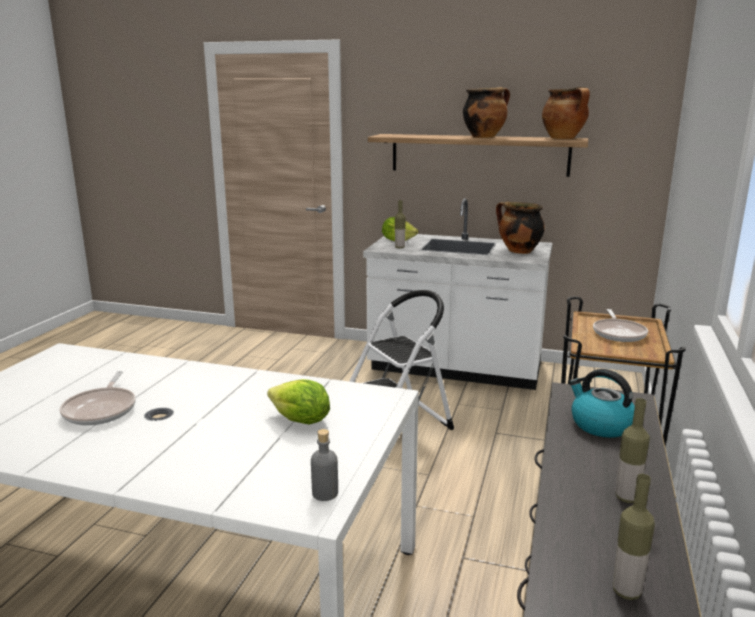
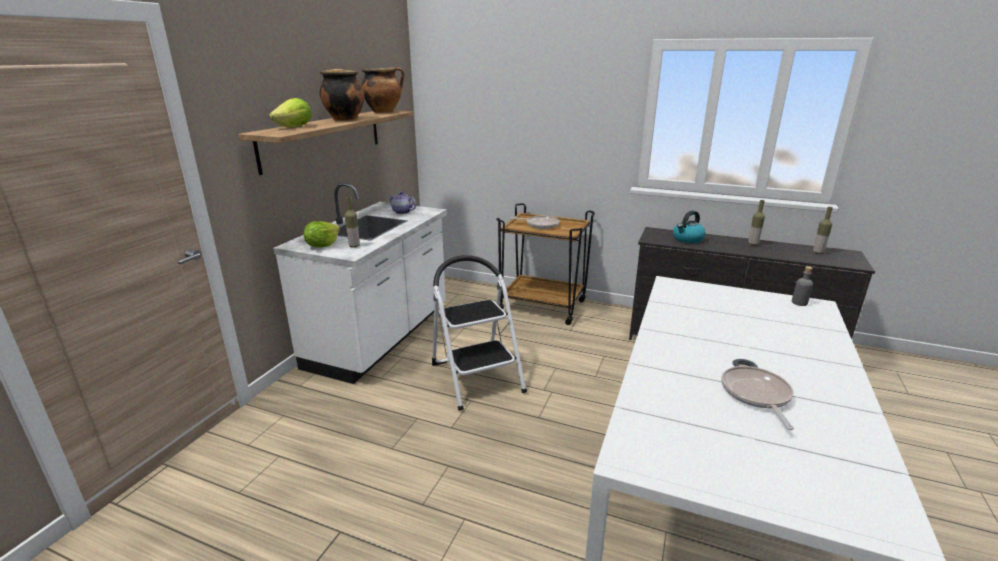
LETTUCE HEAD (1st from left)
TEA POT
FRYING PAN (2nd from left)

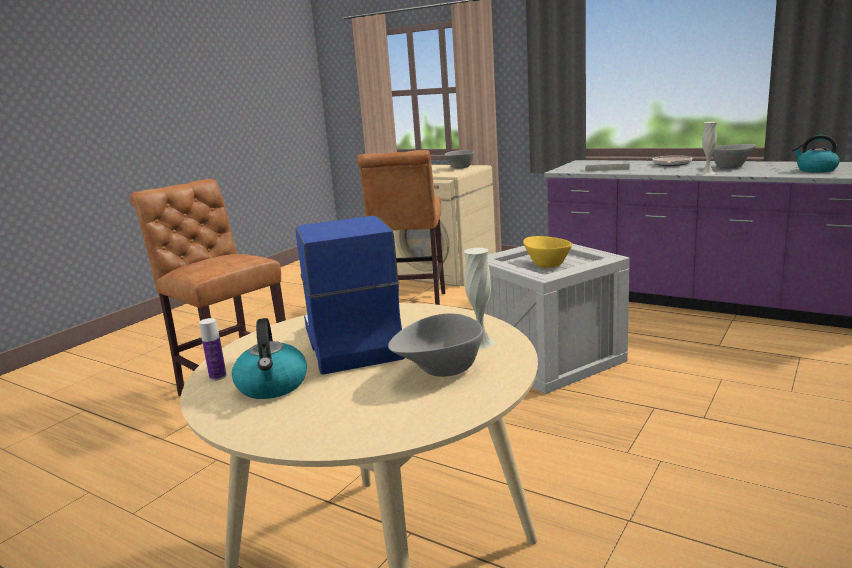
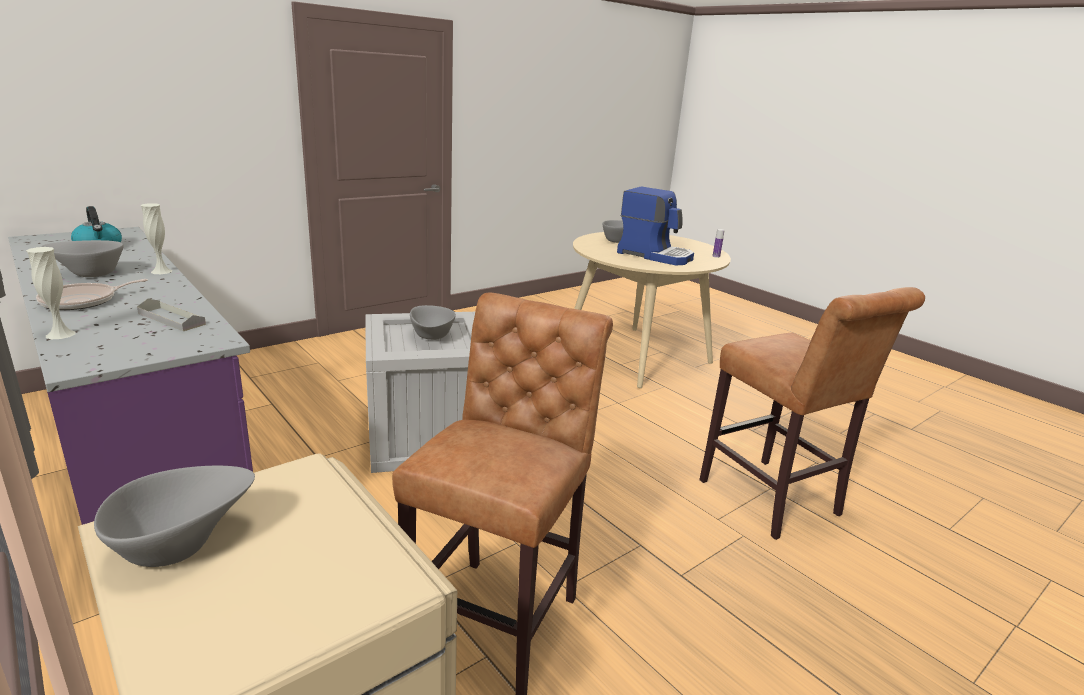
TEA KETTLE (1st from left in the first image)
WHITE VASE (1st from left)
GRAY DEEP DISH (3rd from left)
COFFEE MAKER

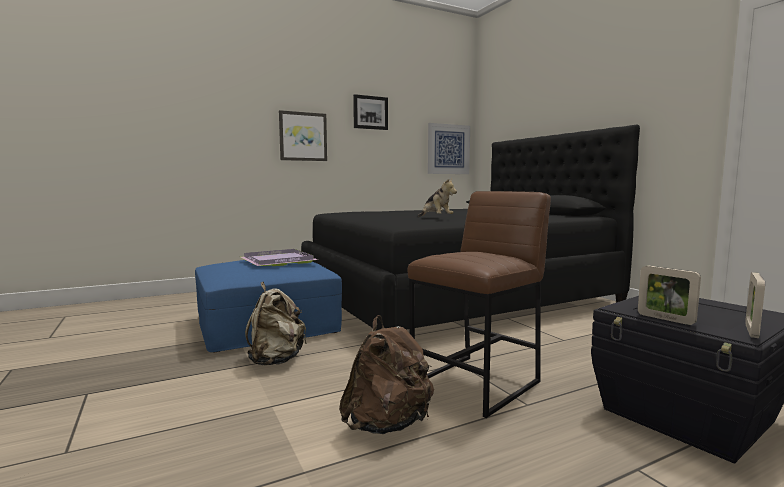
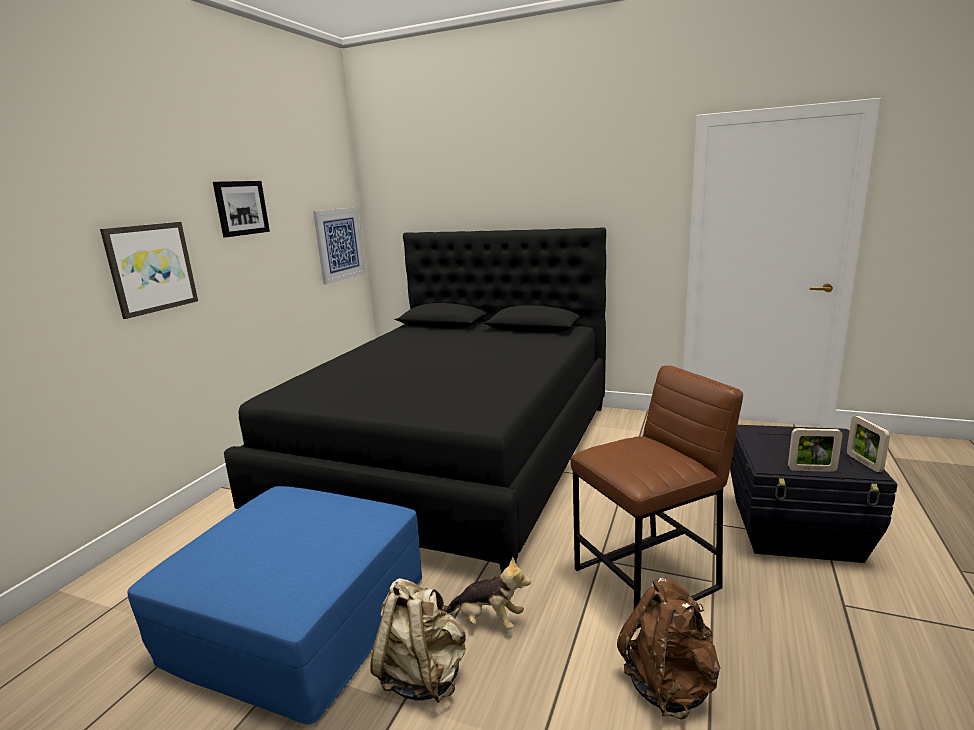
PURPLE-COLOURED CARRYING TRAY
SOFT TOY
BROWNISH UPRIGHT CHAIR

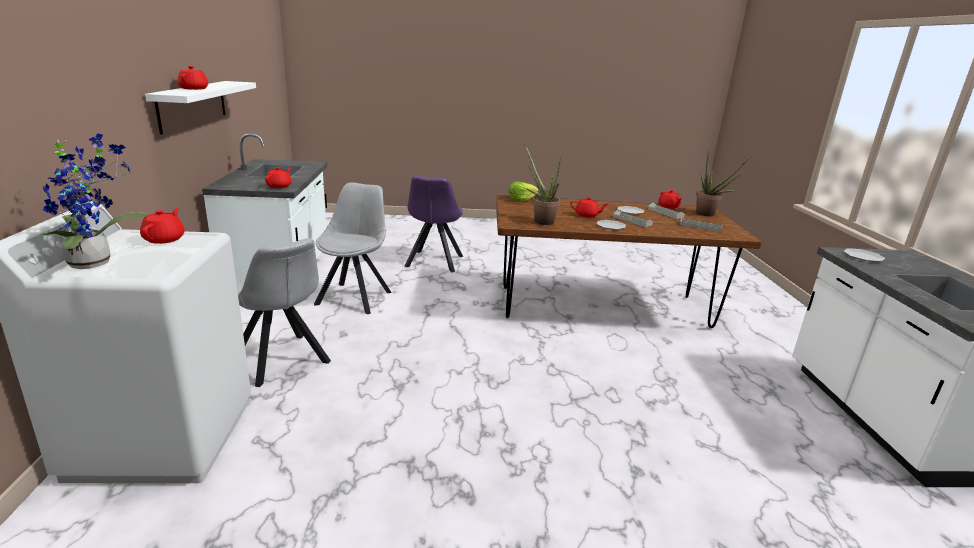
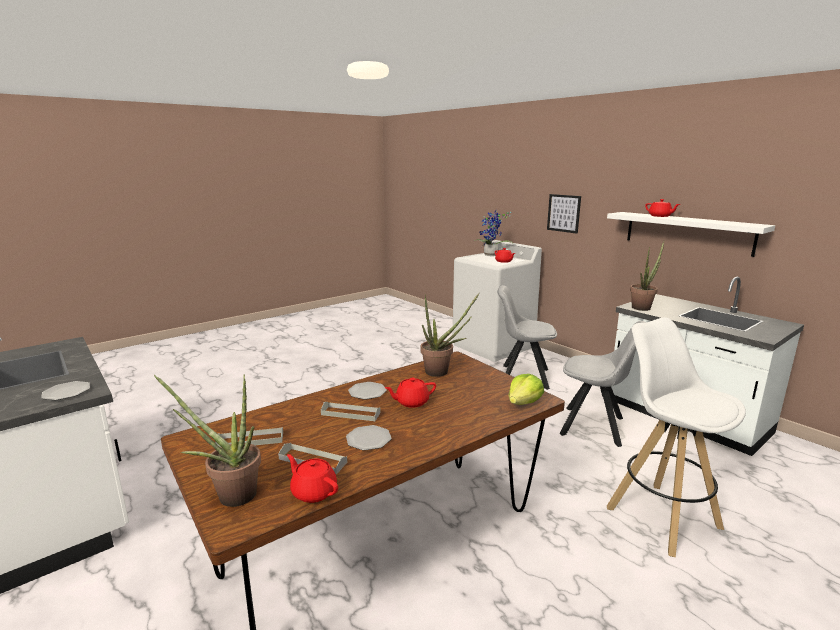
WALL PICTURE
HOUSEPLANT (4th from left)
WHITE STOOL SEAT
GRAY UPRIGHT CHAIR (2nd from left)

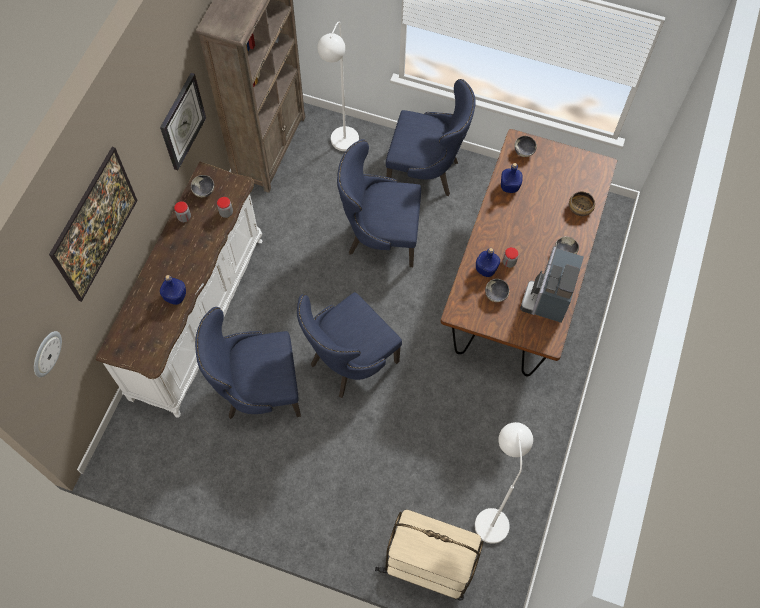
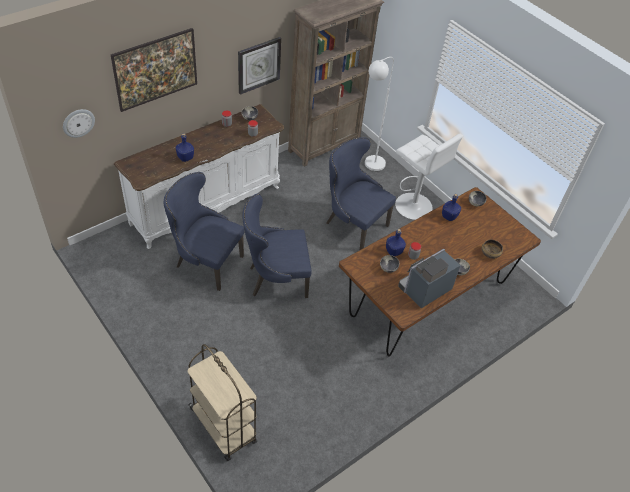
WHITE FLOOR LAMP (2nd from left in the first image)
WHITE STOOL SEAT

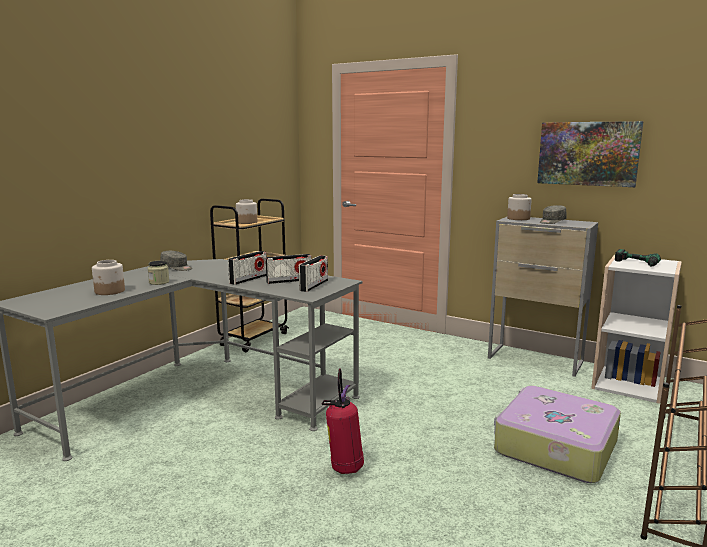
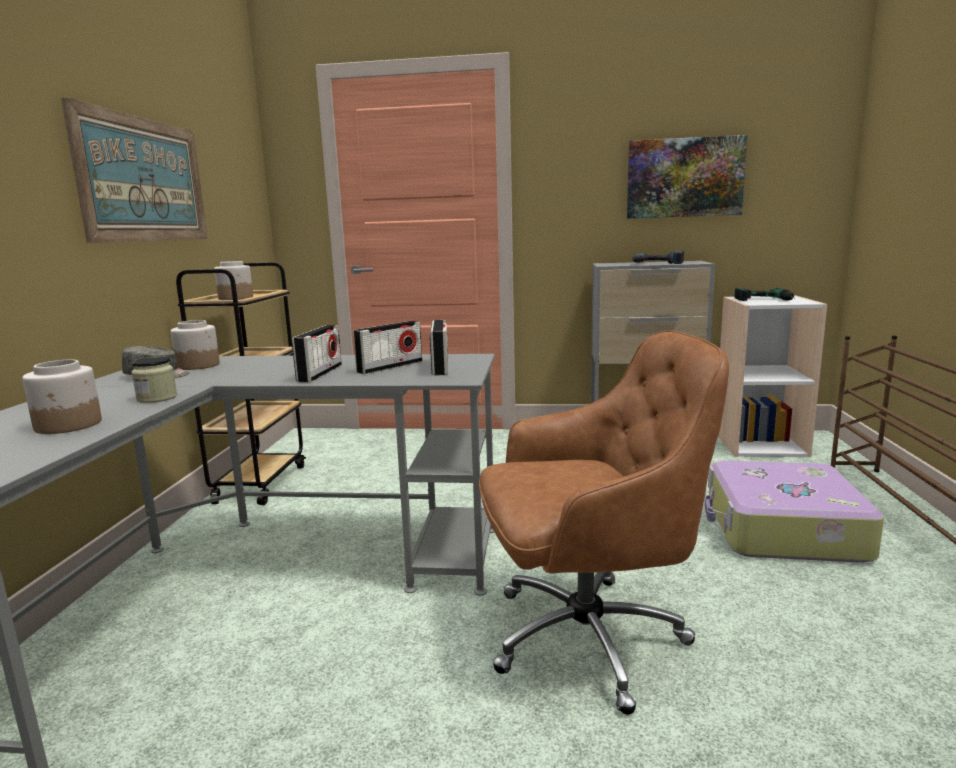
WALL PICTURE (1st from left)
STORAGE JAR (3rd from left)
BROWNISH OFFICE CHAIR
DRILL (1st from left)

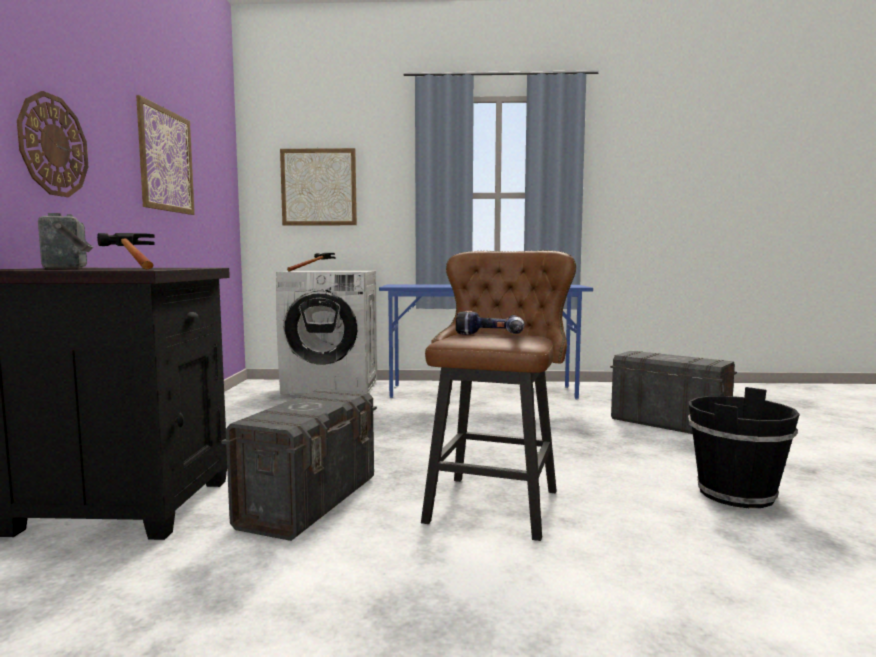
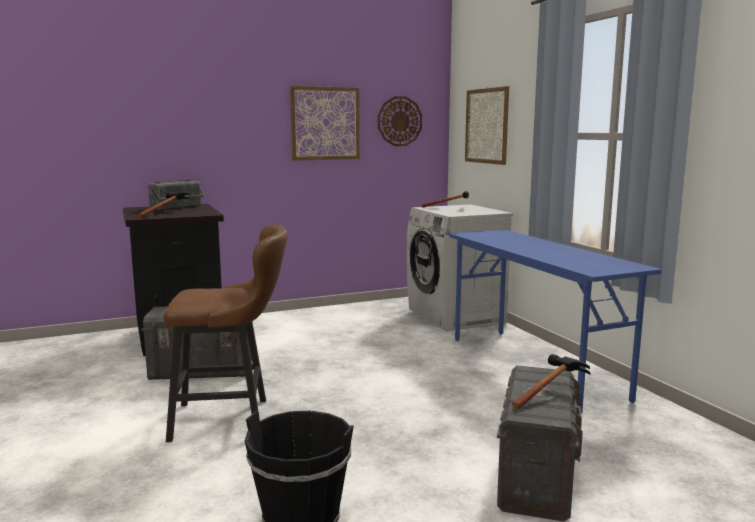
DRILL
TOOL HAMMER (3rd from left)
CLOCK ON THE WALL

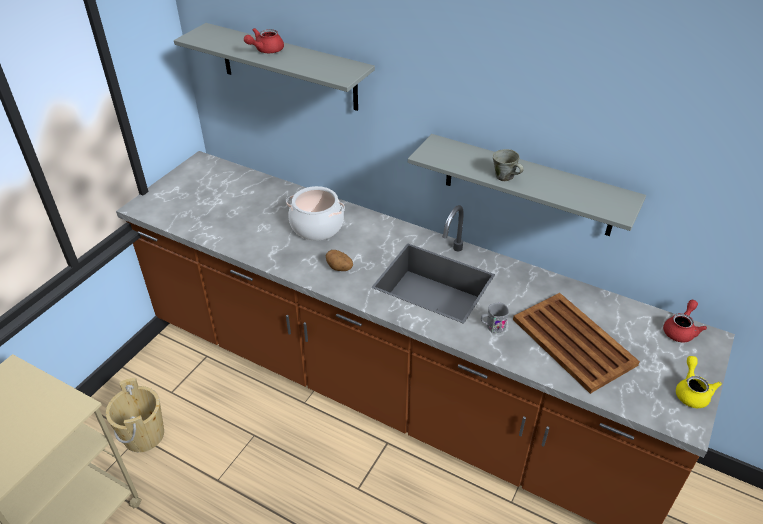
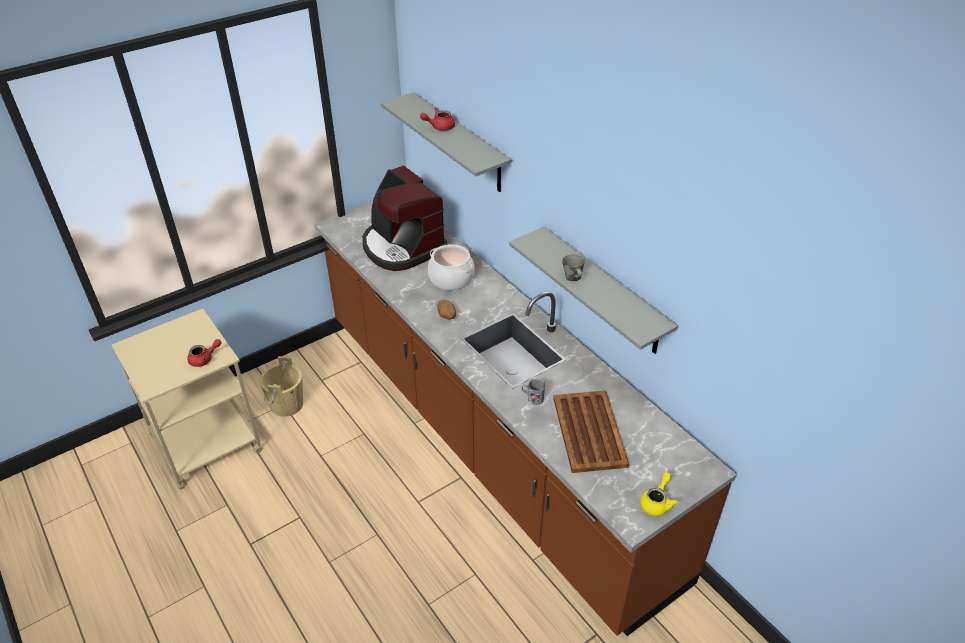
COFFEE MAKER
REDDISH TEA POT (1st from left)

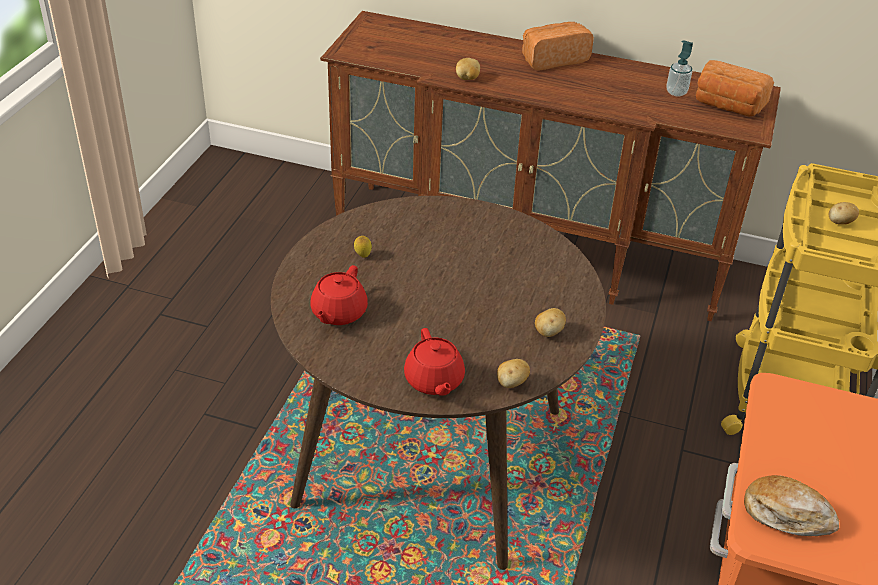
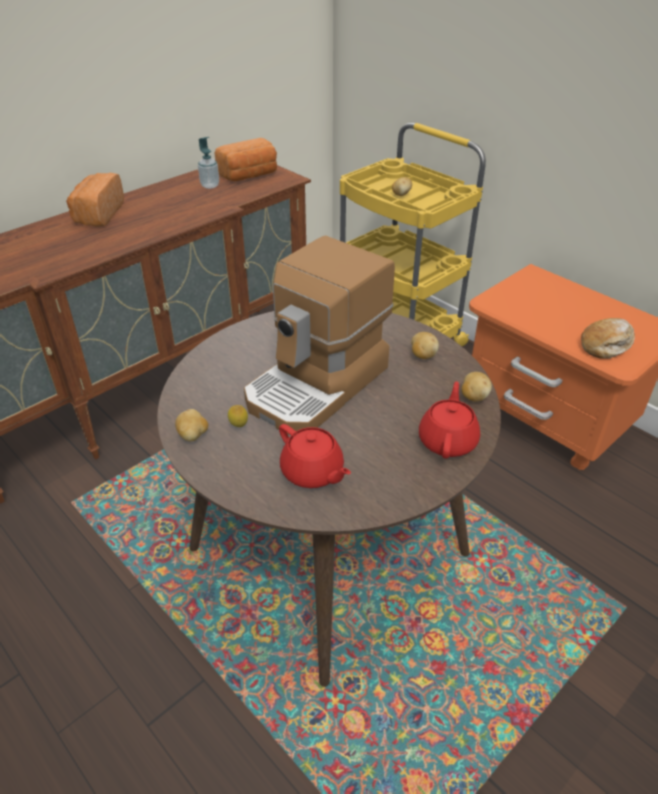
COFFEE MAKER
WHOLE POTATO (1st from left)
REDDISH TEA POT (2nd from left)

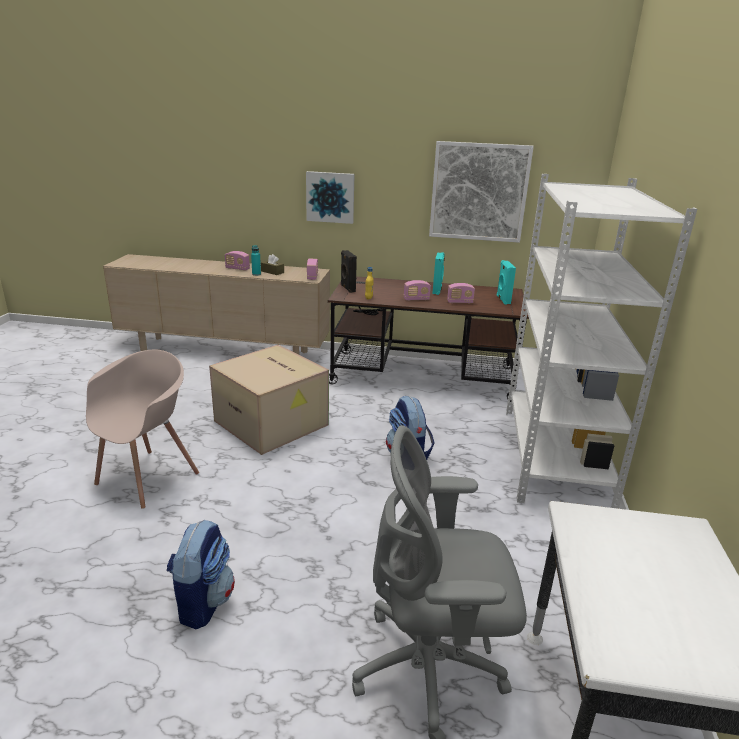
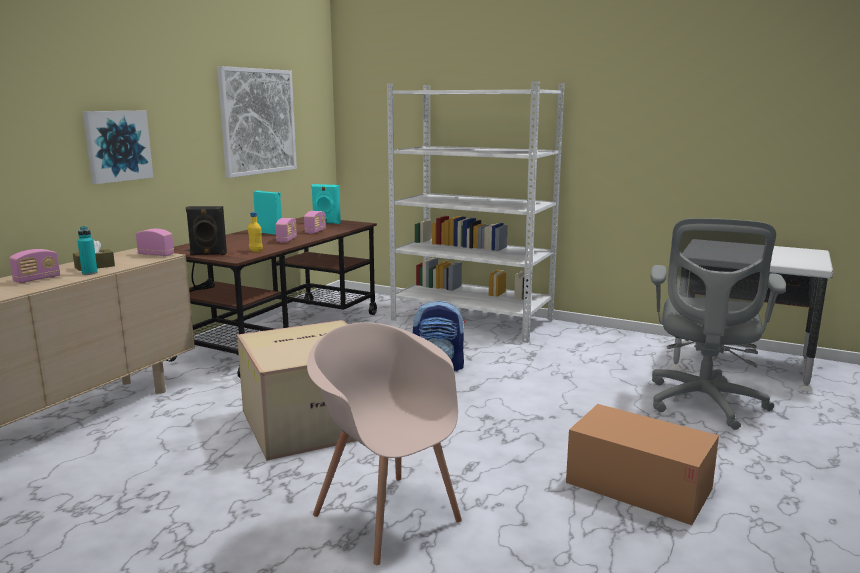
PACKING BOX (2nd from left)

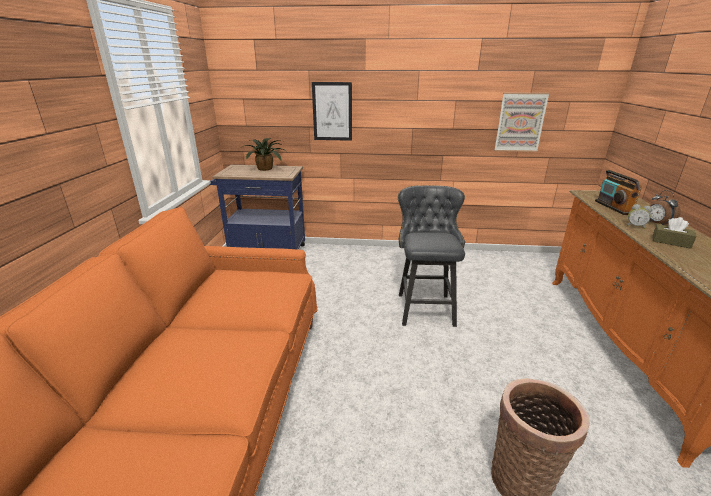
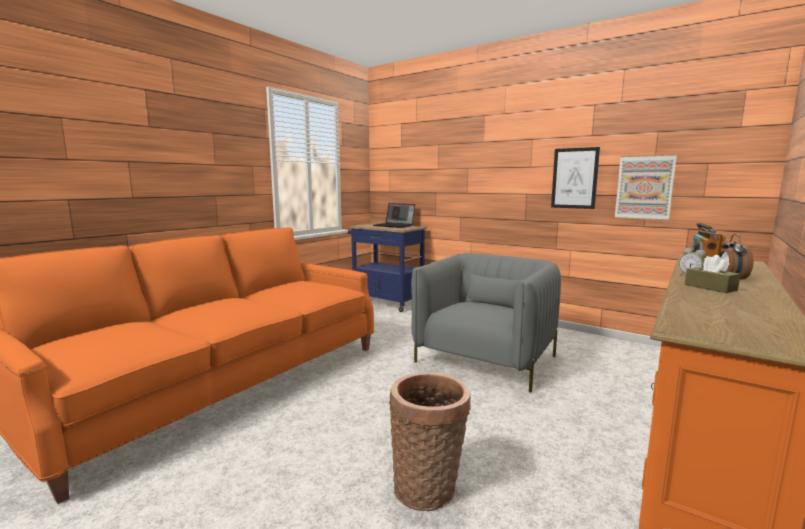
WALL PICTURE (1st from left)
NOTEBOOK COMPUTER
GRAY LOUNGE CHAIR

